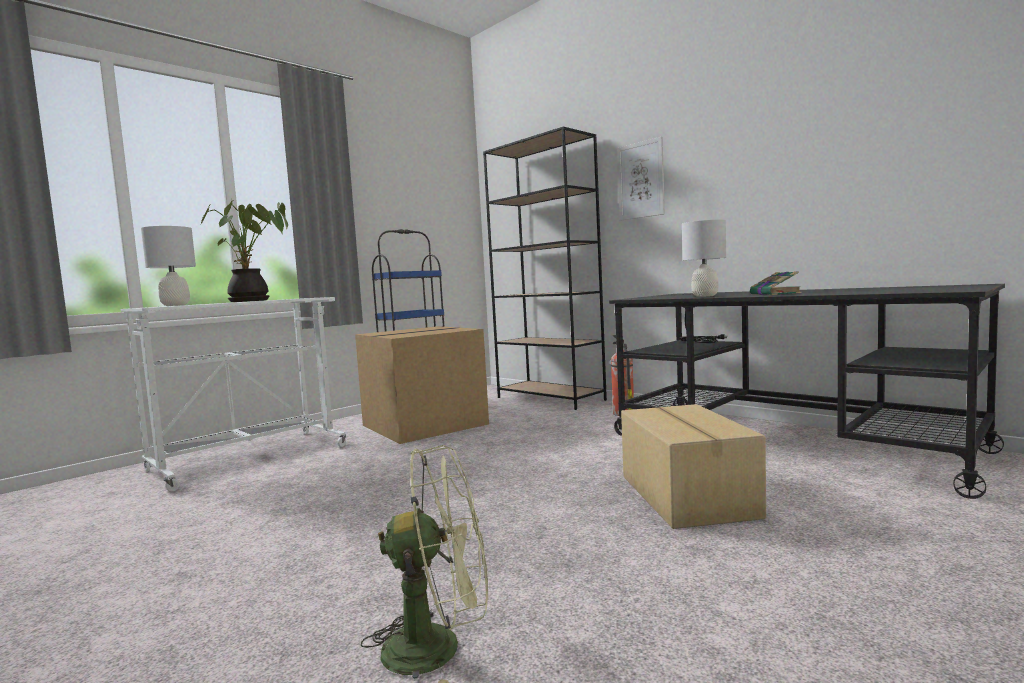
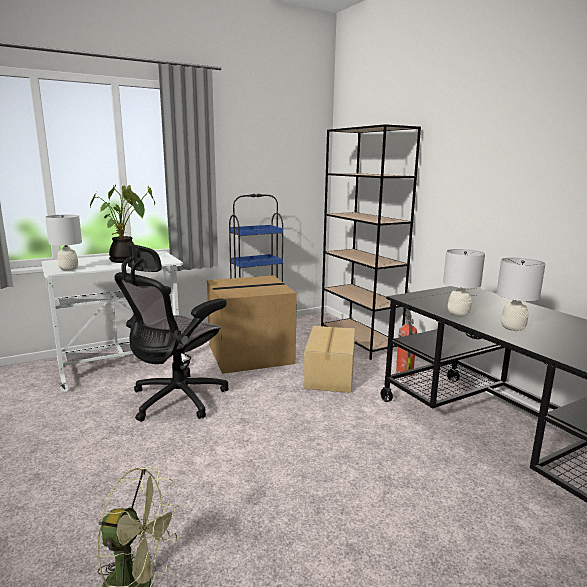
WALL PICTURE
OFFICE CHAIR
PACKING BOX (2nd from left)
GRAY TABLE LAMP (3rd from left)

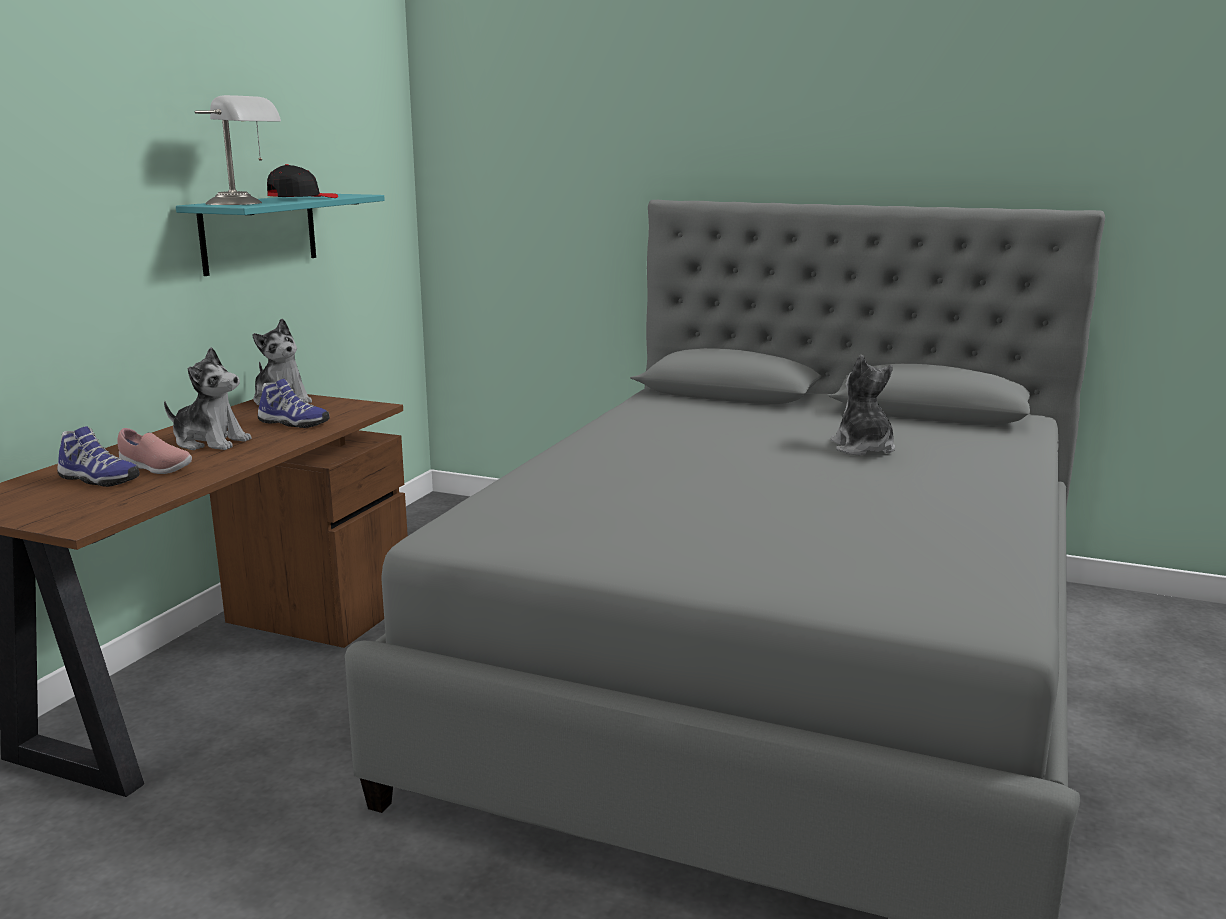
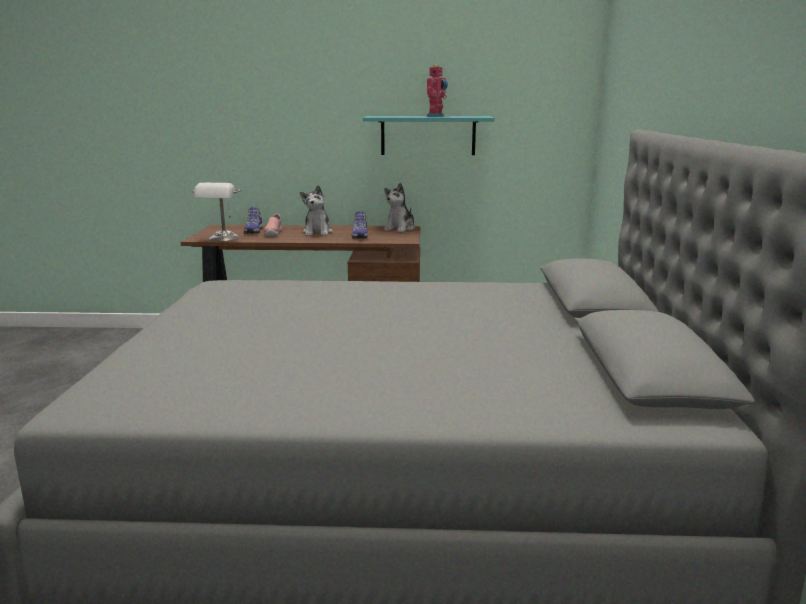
SOFT TOY (3rd from left in the first image)
WHITE TABLE LAMP
TOY ROBOT

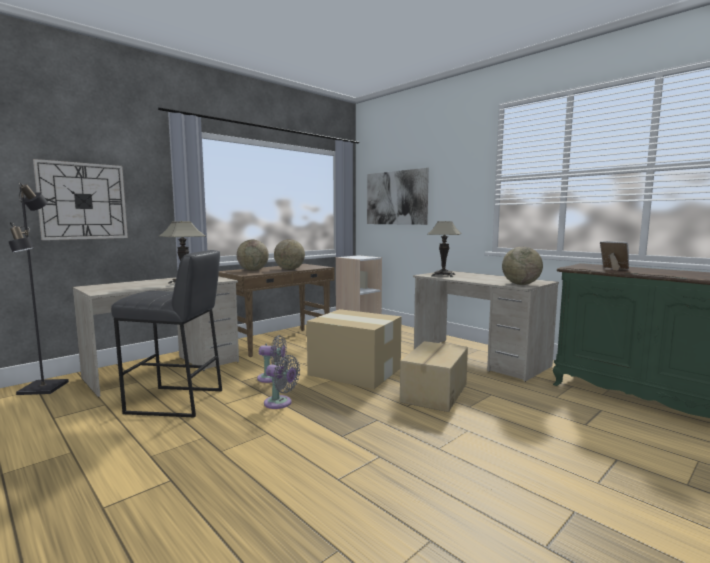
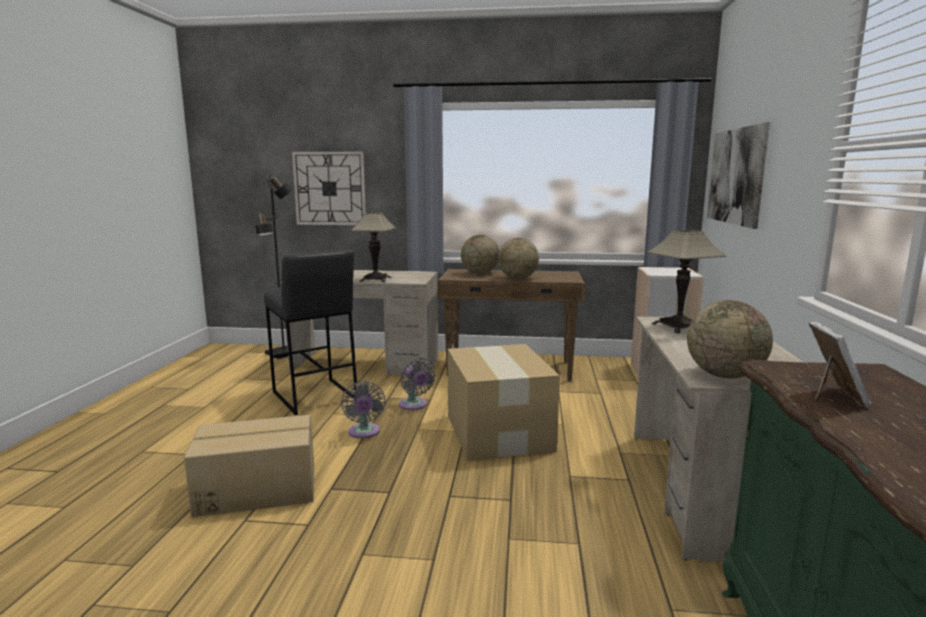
PACKING BOX (1st from left)

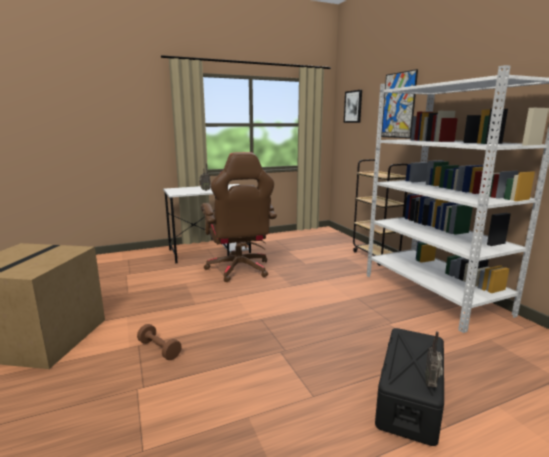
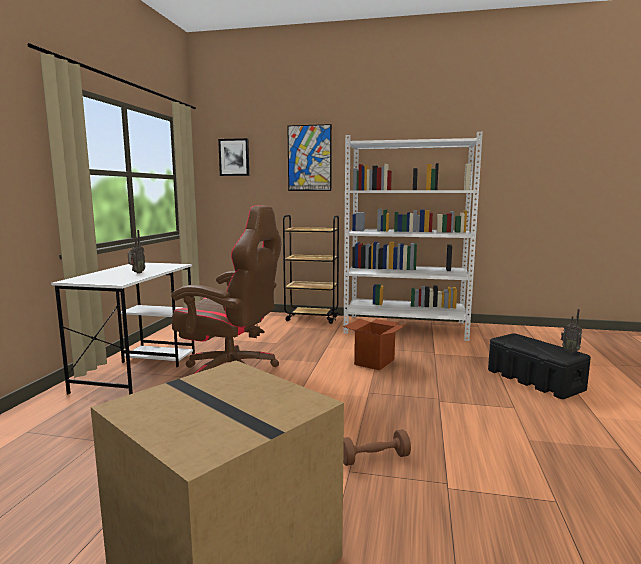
PACKING BOX (2nd from left)

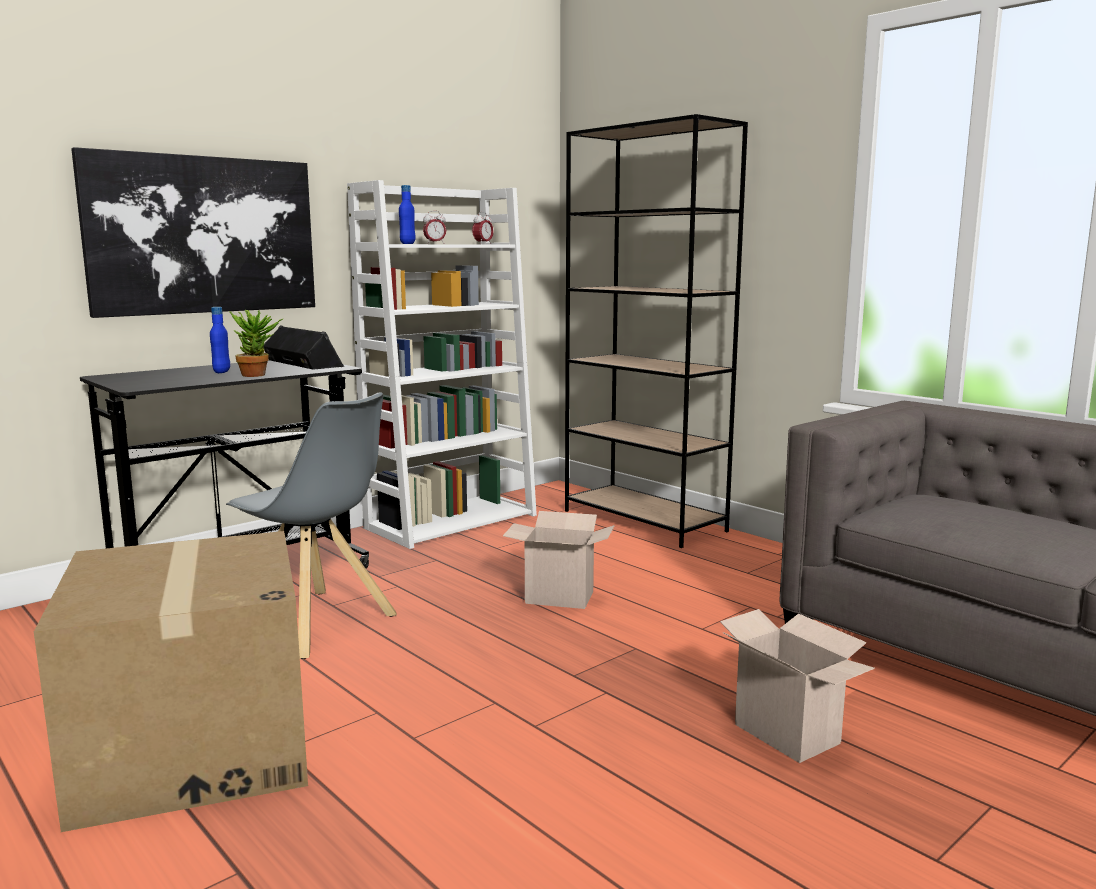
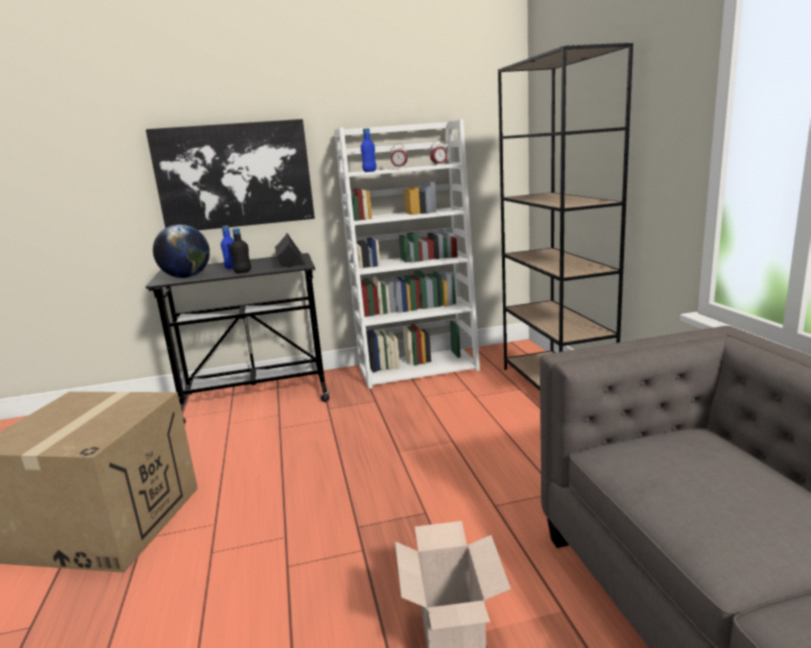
GRAY UPRIGHT CHAIR
PACKING BOX (2nd from left in the first image)
GLOBE
BLACK BOTTLE

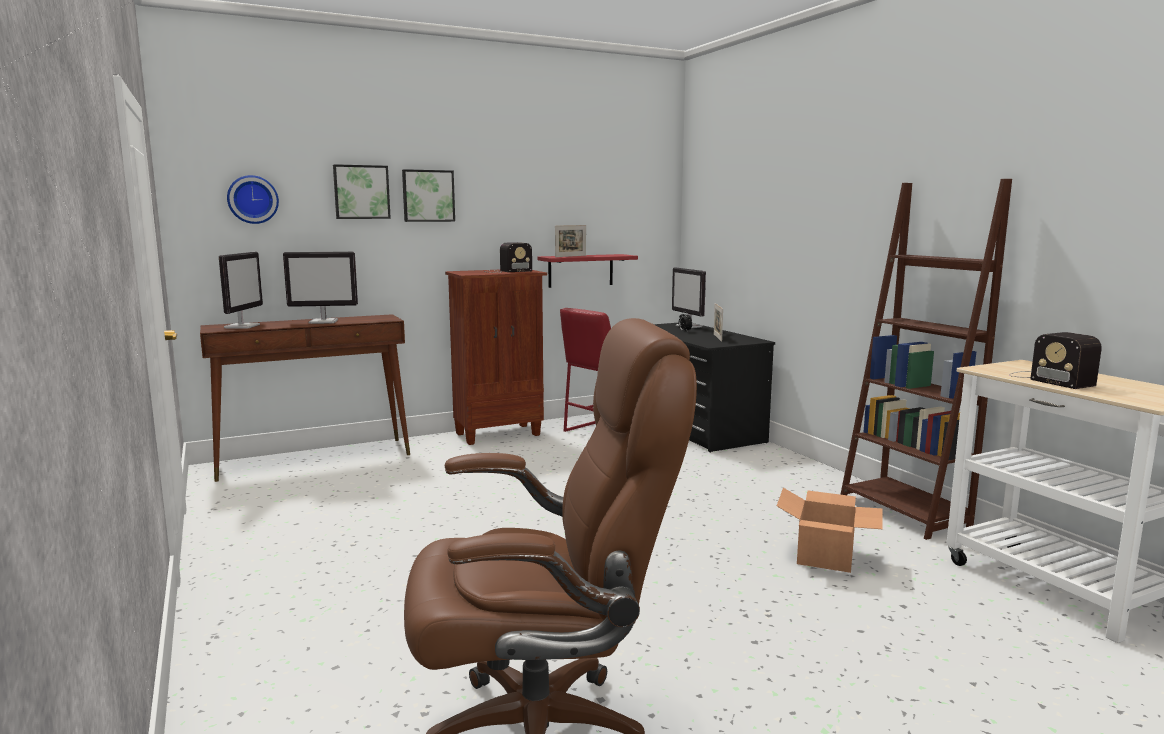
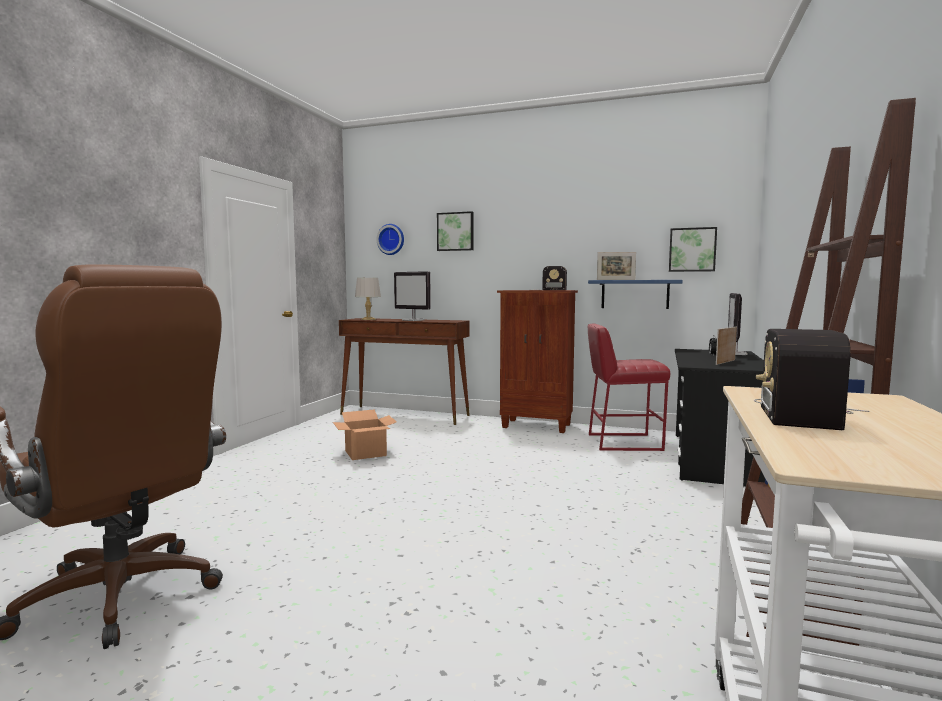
WALL PICTURE (2nd from left)
PACKING BOX
GRAY TABLE LAMP
BLUISH WALL SHELF

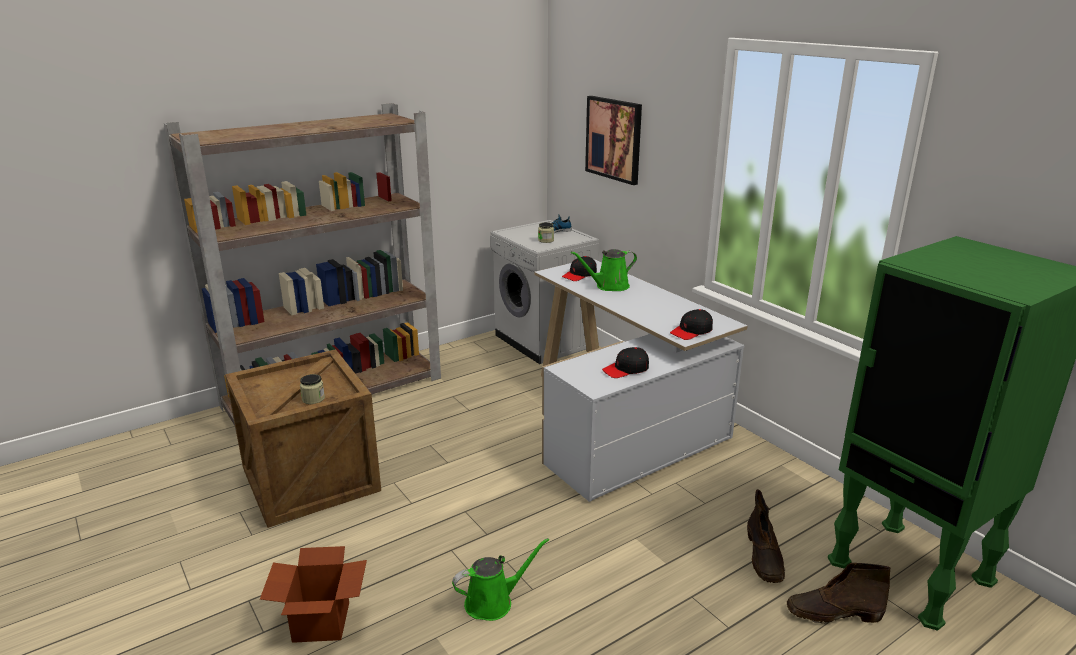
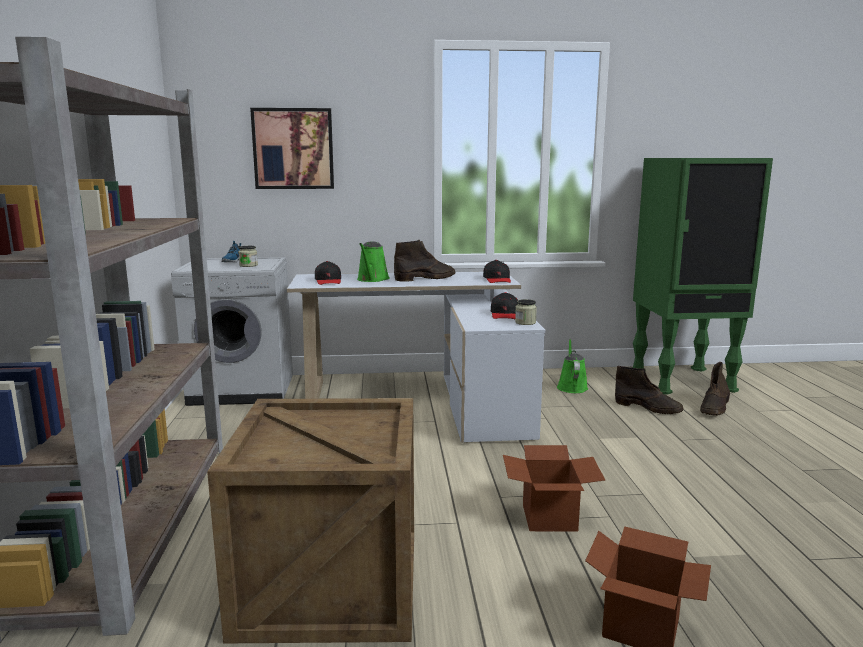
BROWNISH HIGH-TOP BOOT (1st from left)
PACKING BOX (1st from left)
STORAGE JAR (2nd from left)
GREEN SPRINKLING CAN (2nd from left)

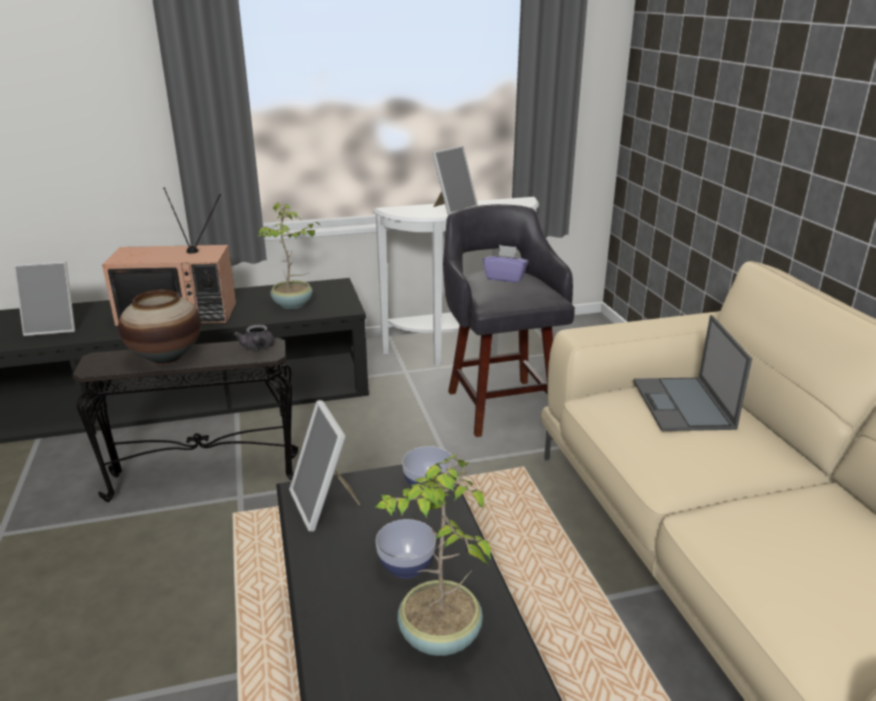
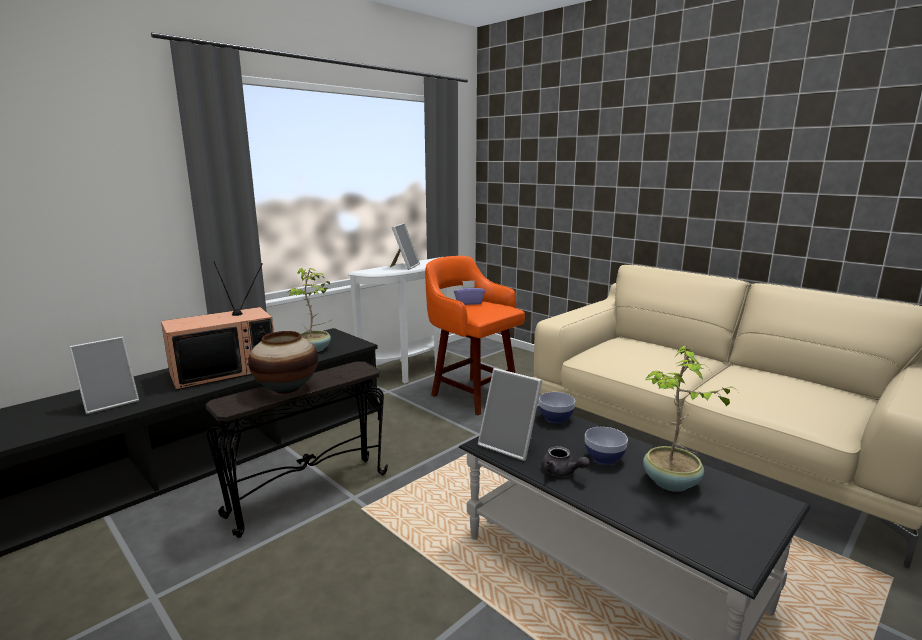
NOTEBOOK COMPUTER
GRAY TEA POT
ORANGE STOOL SEAT

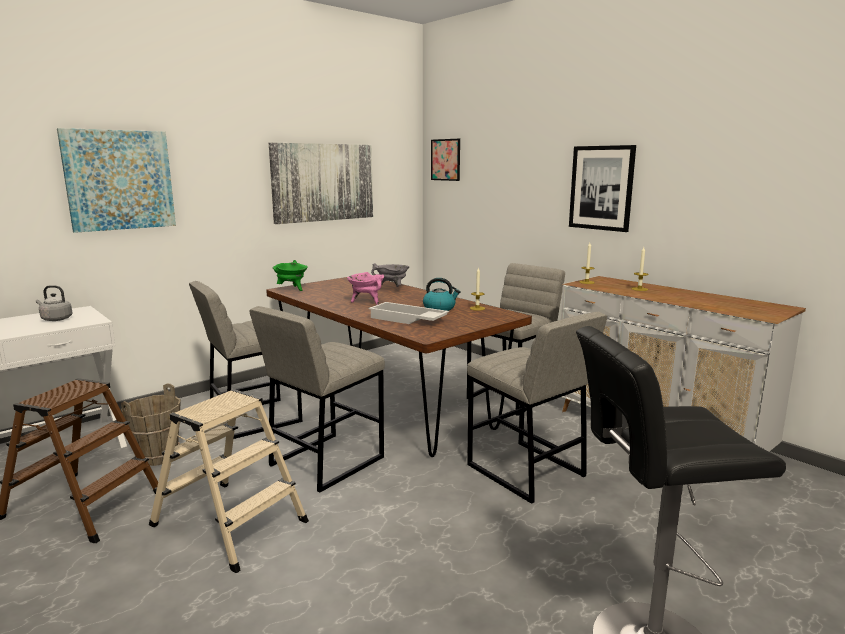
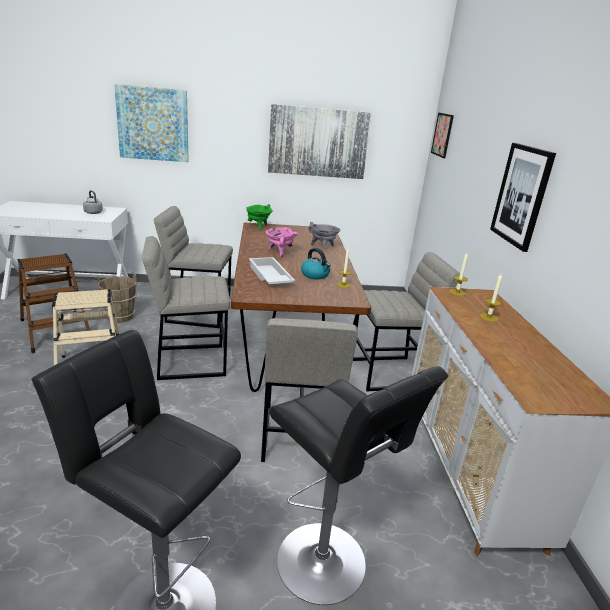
BLACK STOOL SEAT (2nd from left)

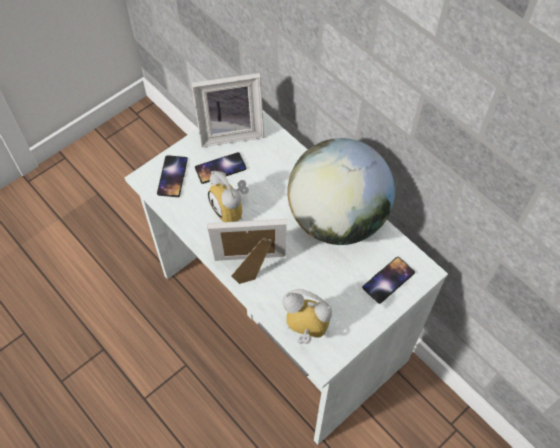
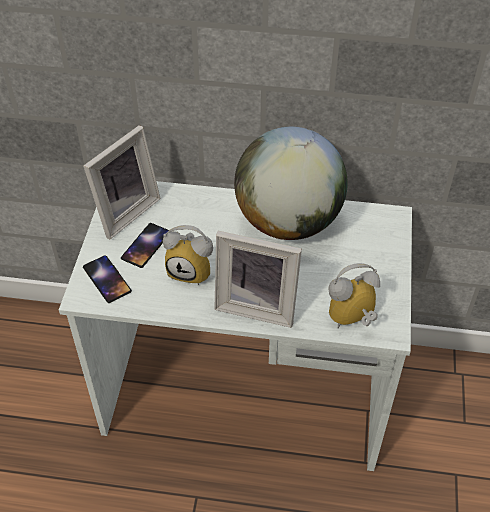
TELEPHONE (3rd from left in the first image)
STANDING FRAME (2nd from left)

